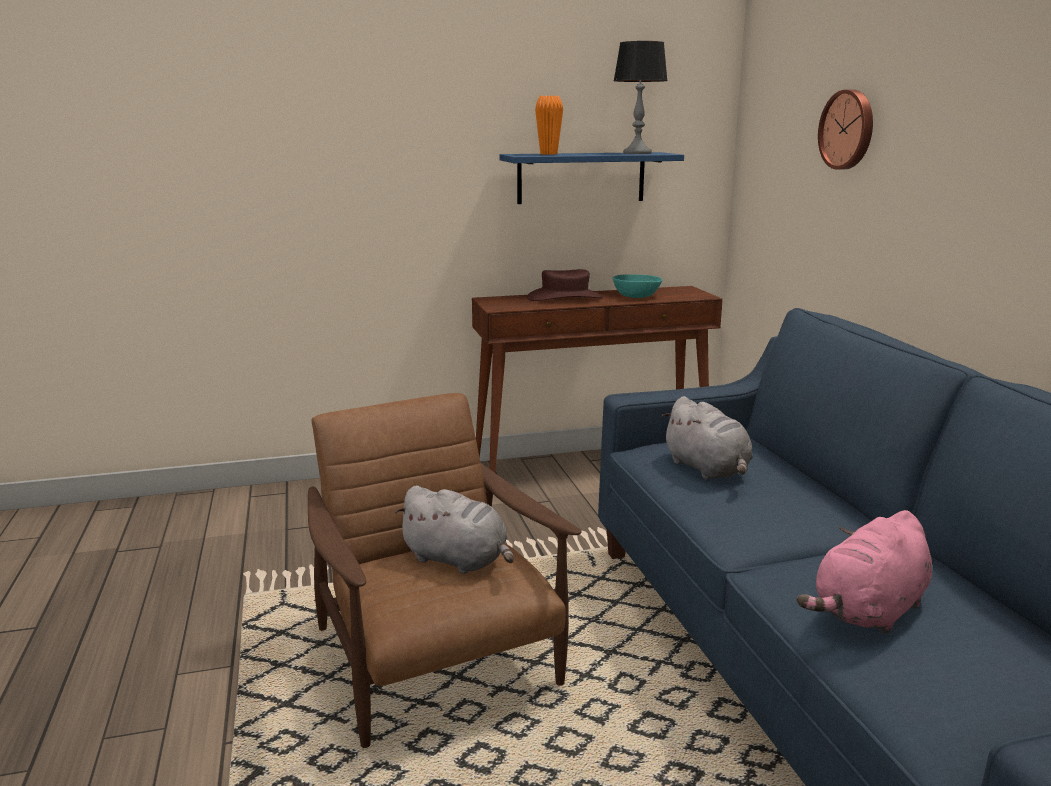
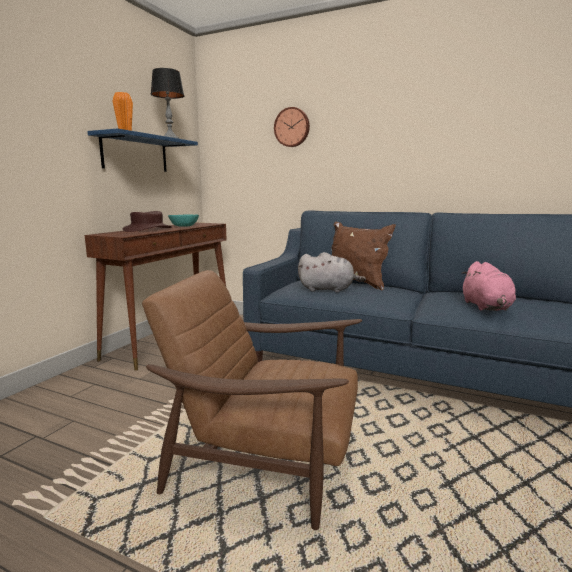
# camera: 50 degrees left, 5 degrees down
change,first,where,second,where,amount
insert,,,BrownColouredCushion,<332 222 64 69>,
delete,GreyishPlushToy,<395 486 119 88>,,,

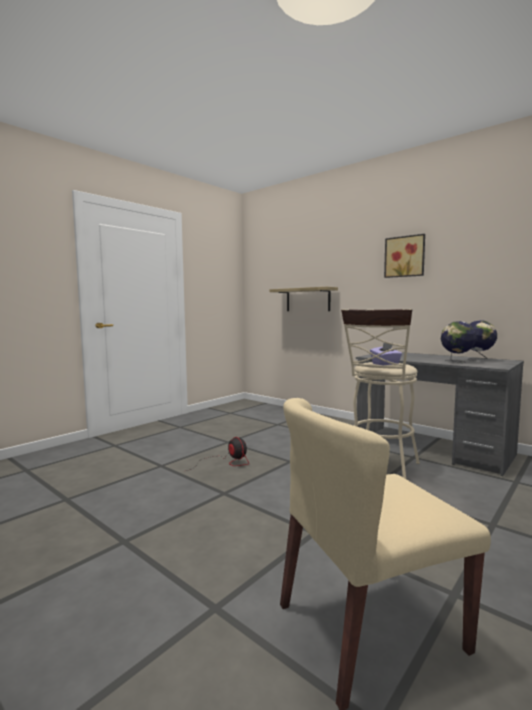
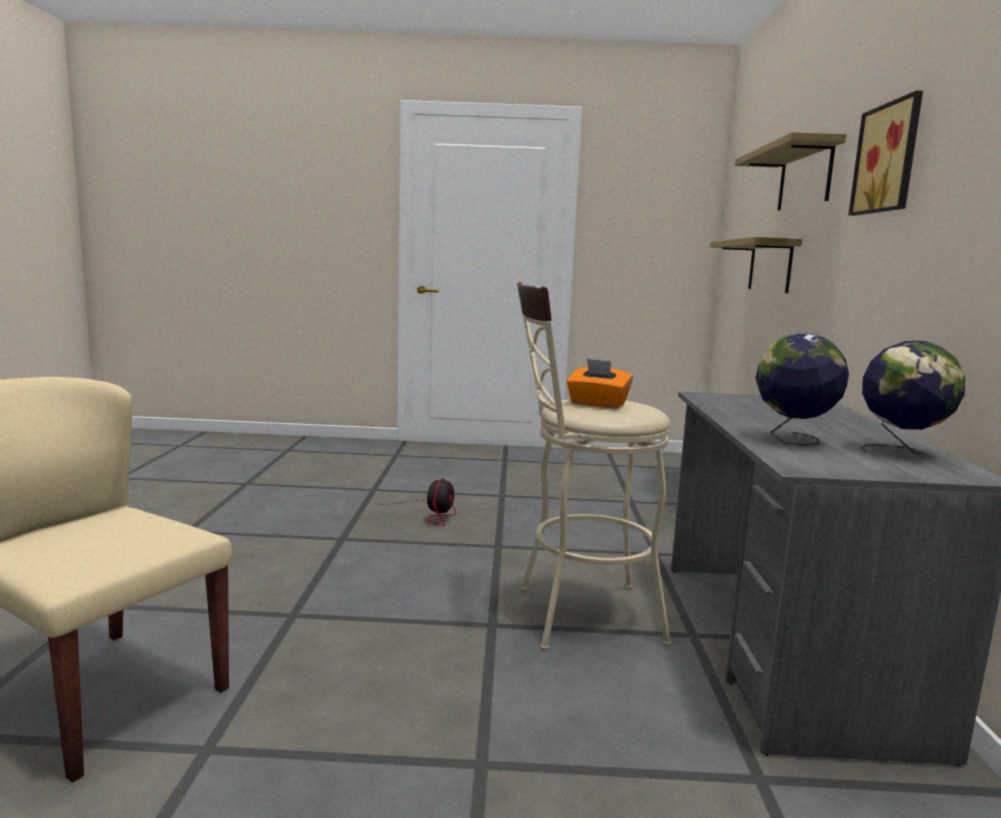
# camera: 50 degrees right, 5 degrees up
change,first,where,second,where,amount
recolor,PurplishBoxOfTissues,<370 343 32 22>,OrangeyBoxOfTissues,<566 359 67 50>,
insert,,,WallShelf,<735 132 111 79>,

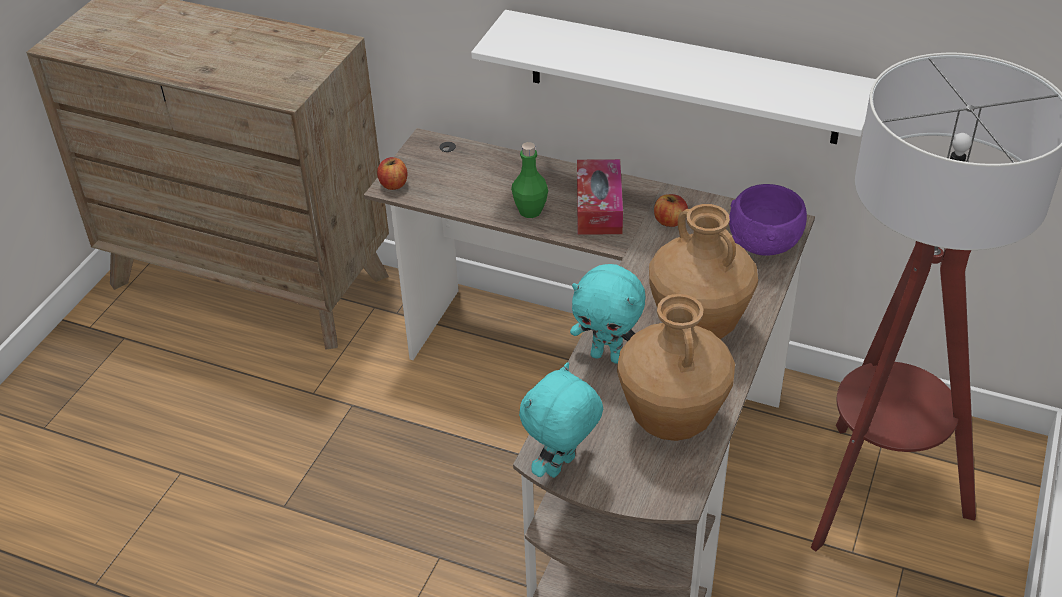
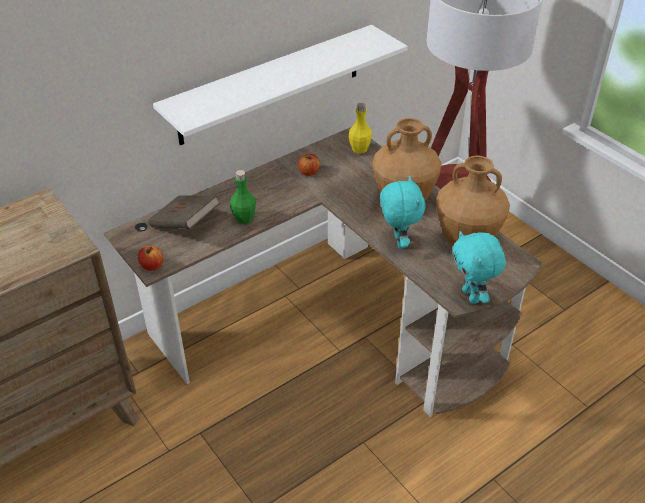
# camera: 60 degrees left, 0 degrees up
change,first,where,second,where,amount
insert,,,BrownColouredBoundBook,<148 195 72 34>,
replace,PurplishServingBowl,<729 184 78 72>,YellowColouredBottle,<349 103 23 51>,
rotate,TurquoisePlushToy,<570 264 75 100>,,<380 176 46 73>,60 degrees counterclockwise
delete,BoxOfTissues,<577 159 46 76>,,,

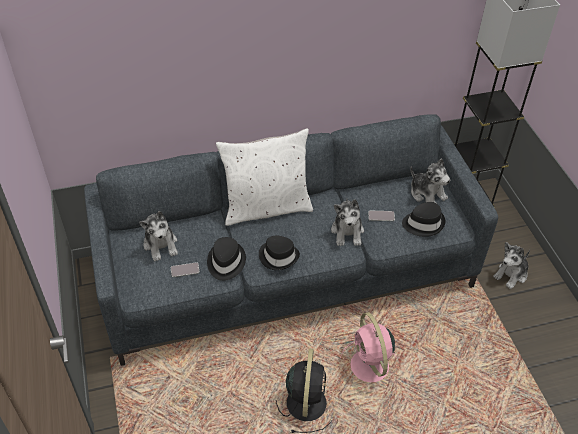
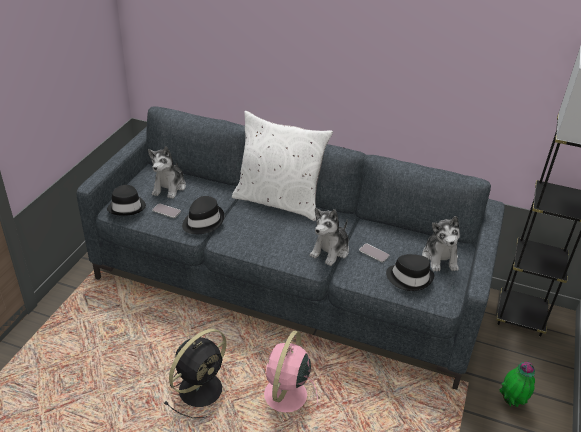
# camera: 35 degrees right, 10 degrees down
change,first,where,second,where,amount
move,BlackColouredWearableHat,<259 236 41 34>,,<107 185 39 31>,
replace,PlushToy,<493 242 37 47>,Houseplant,<500 361 35 46>,

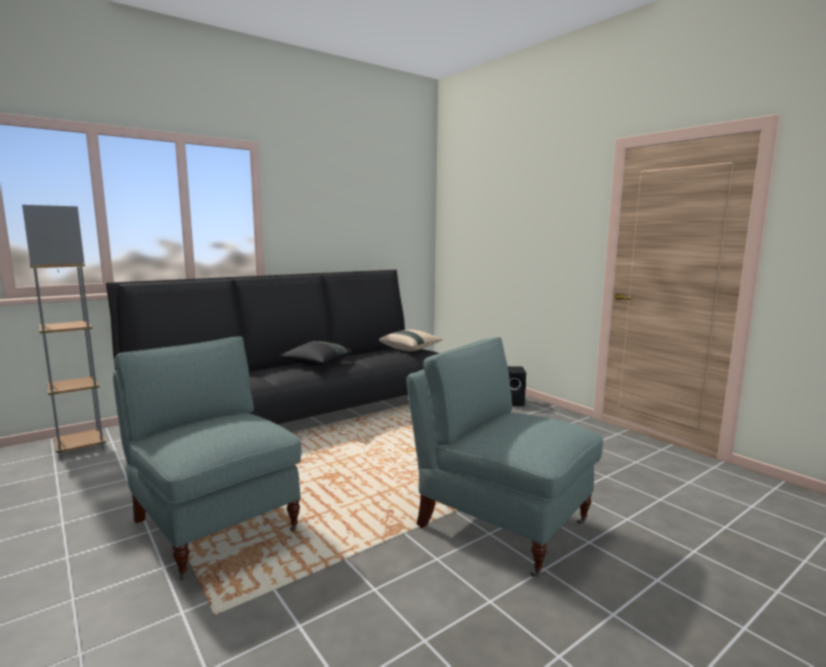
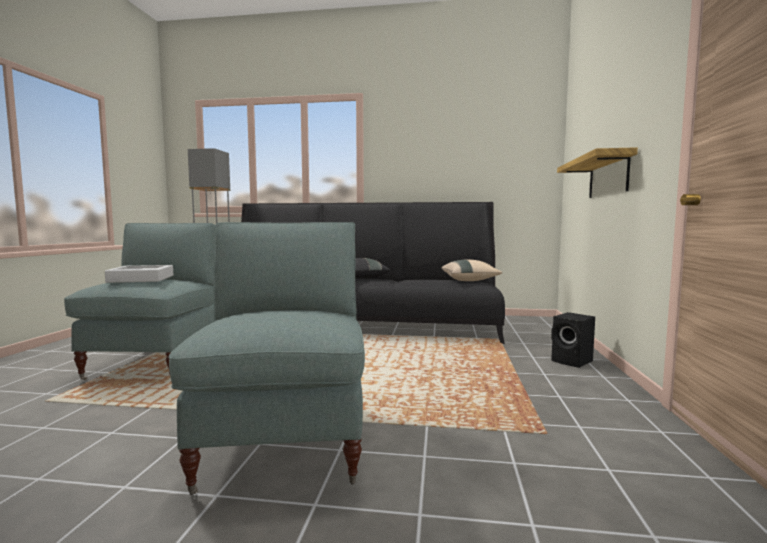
# camera: 45 degrees right, 5 degrees down
change,first,where,second,where,amount
insert,,,GreyishServingTray,<105 265 68 18>,
insert,,,WallShelf,<557 147 81 51>,

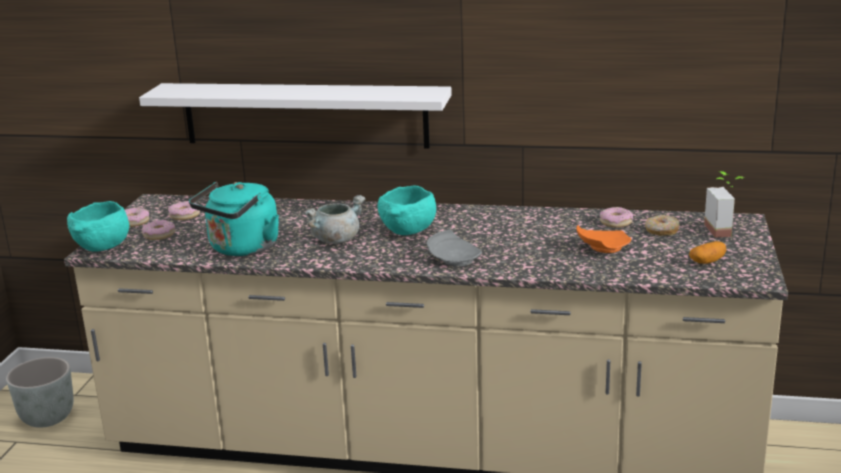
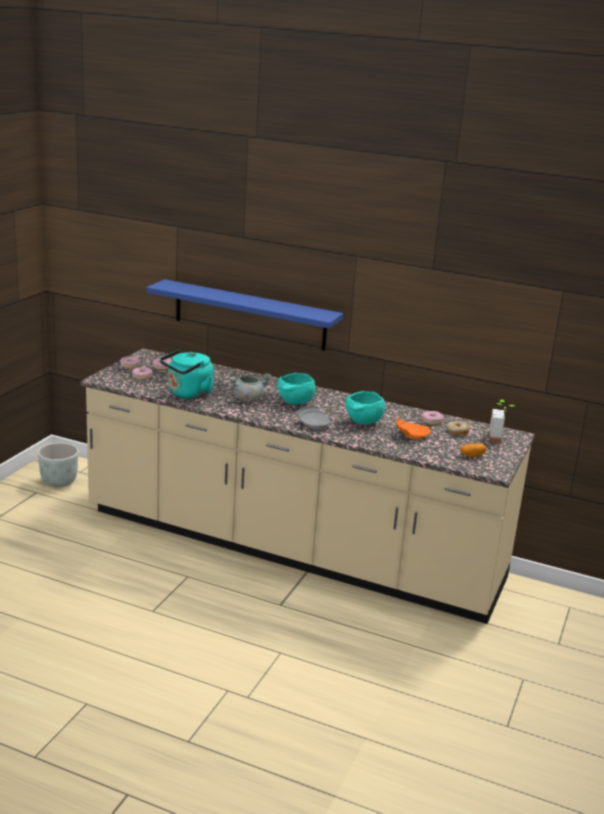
# camera: 10 degrees right, 0 degrees up
change,first,where,second,where,amount
recolor,WhiteWallShelf,<139 83 313 65>,BlueColouredWallShelf,<147 279 196 72>,
move,TurquoiseServingBowl,<67 201 62 51>,,<346 391 39 33>,

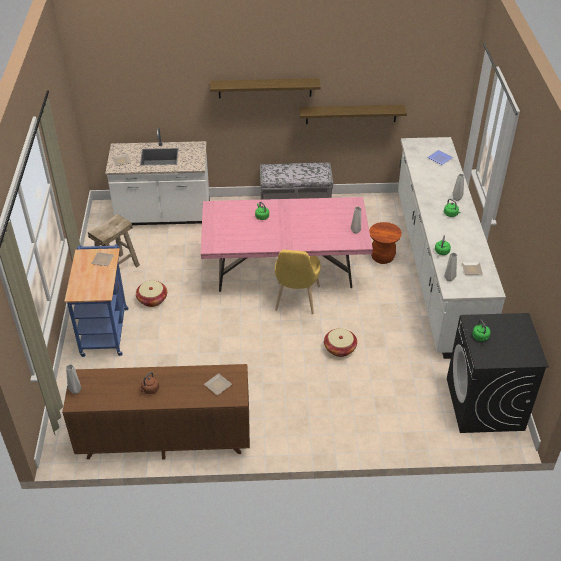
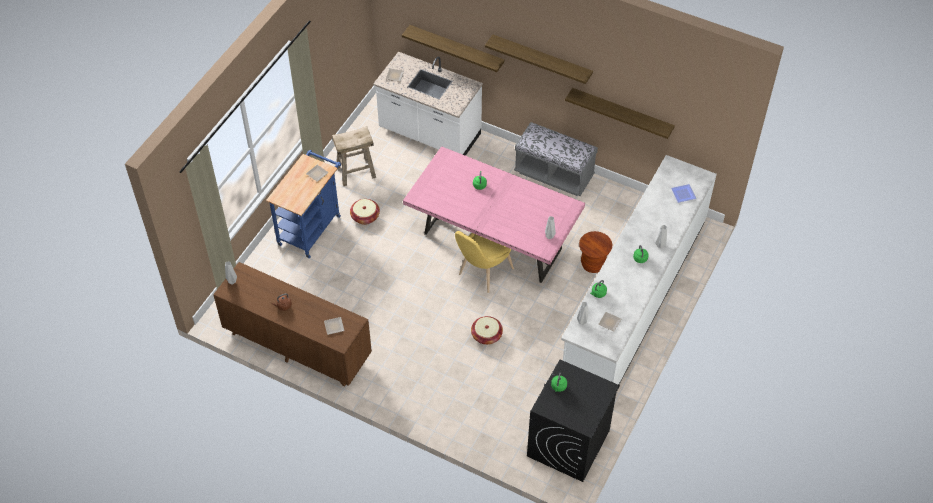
# camera: 30 degrees right, 10 degrees up
change,first,where,second,where,amount
insert,,,WallShelf,<402 25 103 47>,

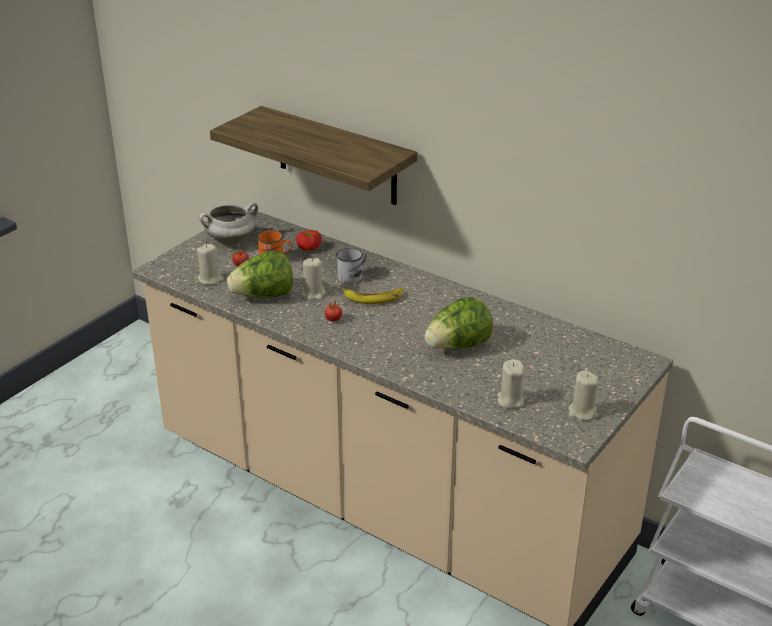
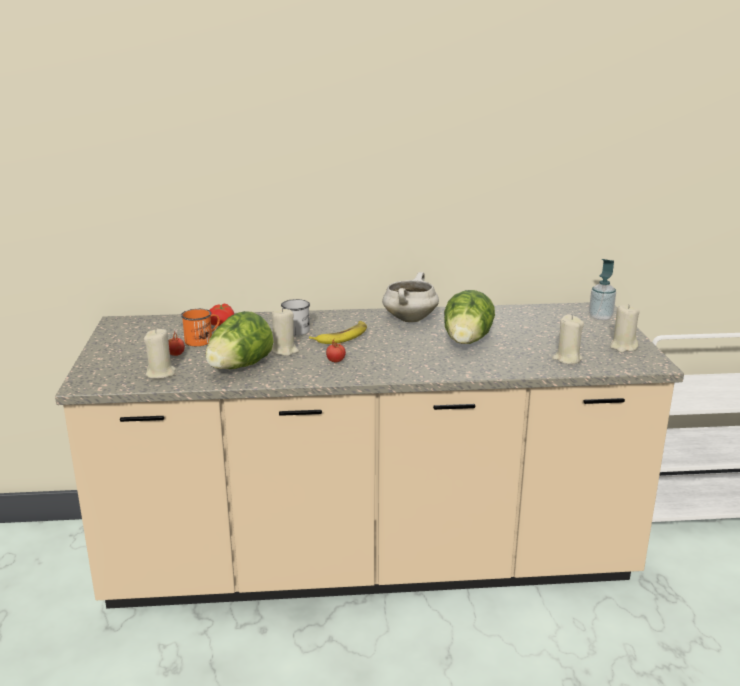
# camera: 40 degrees left, 10 degrees down
change,first,where,second,where,amount
move,WhiteStockpot,<199 202 59 44>,,<382 272 57 50>,
insert,,,SoapDispenser,<589 259 27 61>,
delete,WallShelf,<210 106 207 99>,,,

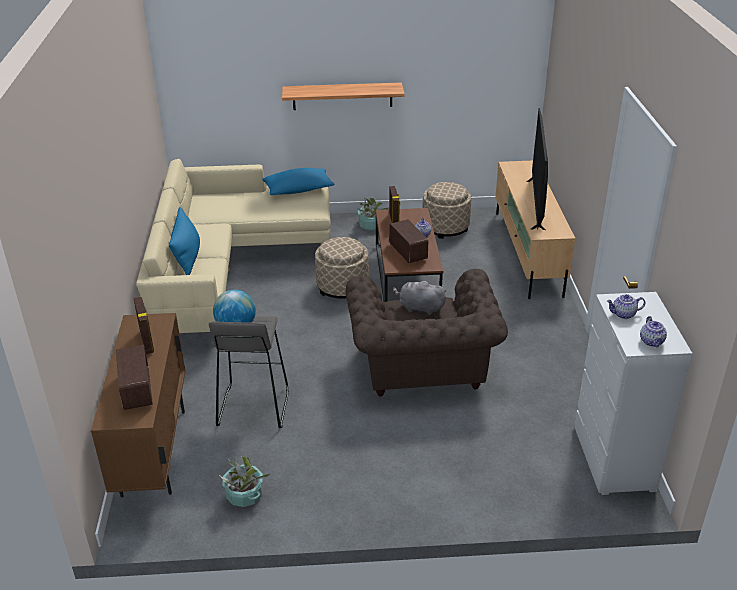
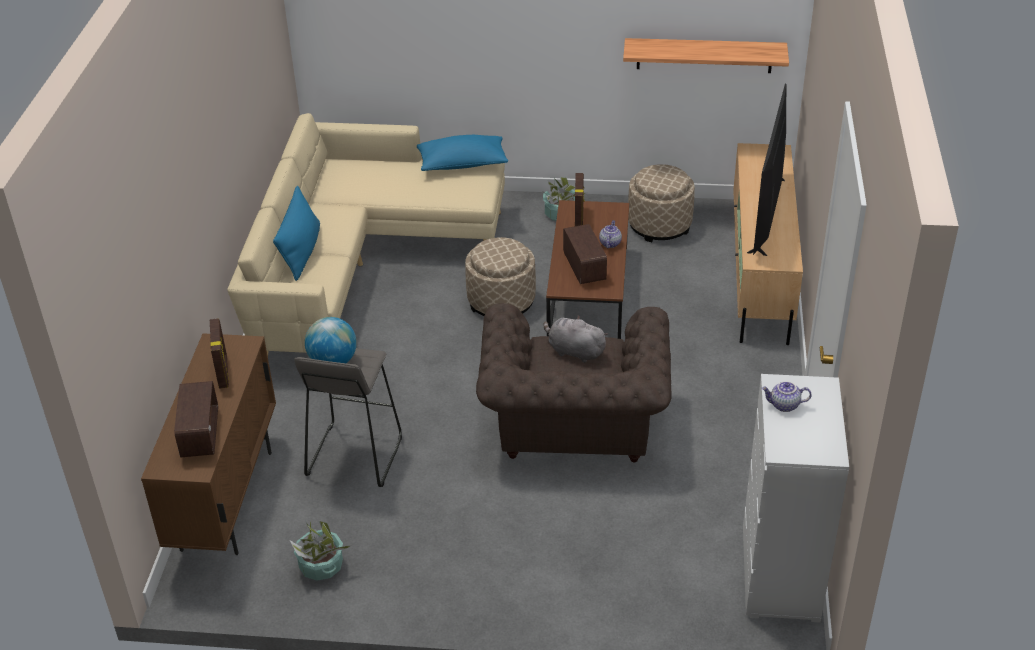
# camera: 10 degrees right, 5 degrees up
change,first,where,second,where,amount
move,WallShelf,<282 82 123 28>,,<623 38 166 35>,
delete,TeaPot,<640 316 27 31>,,,

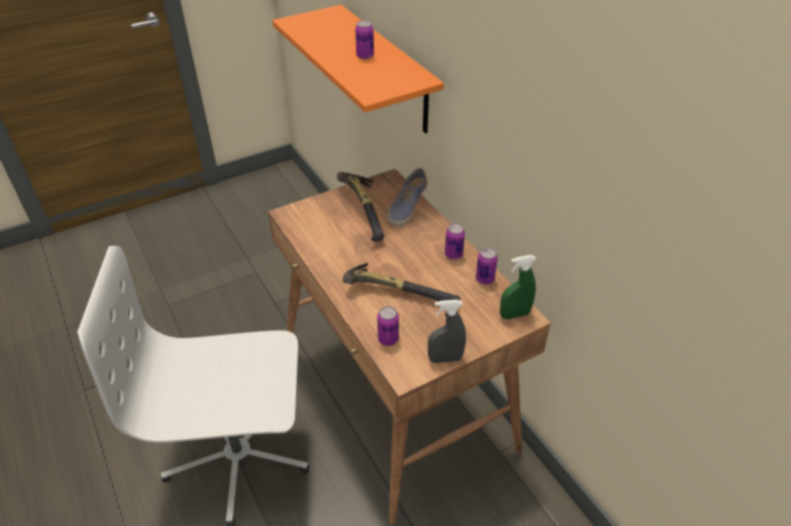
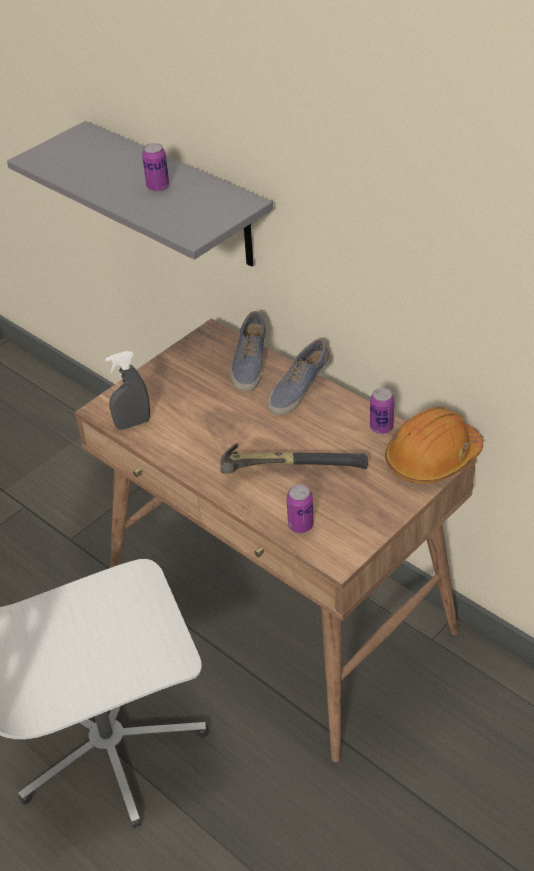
# camera: 15 degrees left, 0 degrees up
change,first,where,second,where,amount
recolor,OrangeyWallShelf,<272 5 172 129>,GreyishWallShelf,<7 121 266 146>,
move,GreyishHandSprayer,<428 300 38 63>,,<105 351 45 79>,
insert,,,LowShoe,<268 339 63 76>,
replace,GreenishHandSprayer,<500 255 36 64>,OrangeyWorkHelmet,<385 407 98 76>,
delete,ToolHammer,<337 172 47 70>,,,
delete,SealedCan,<445 223 20 37>,,,

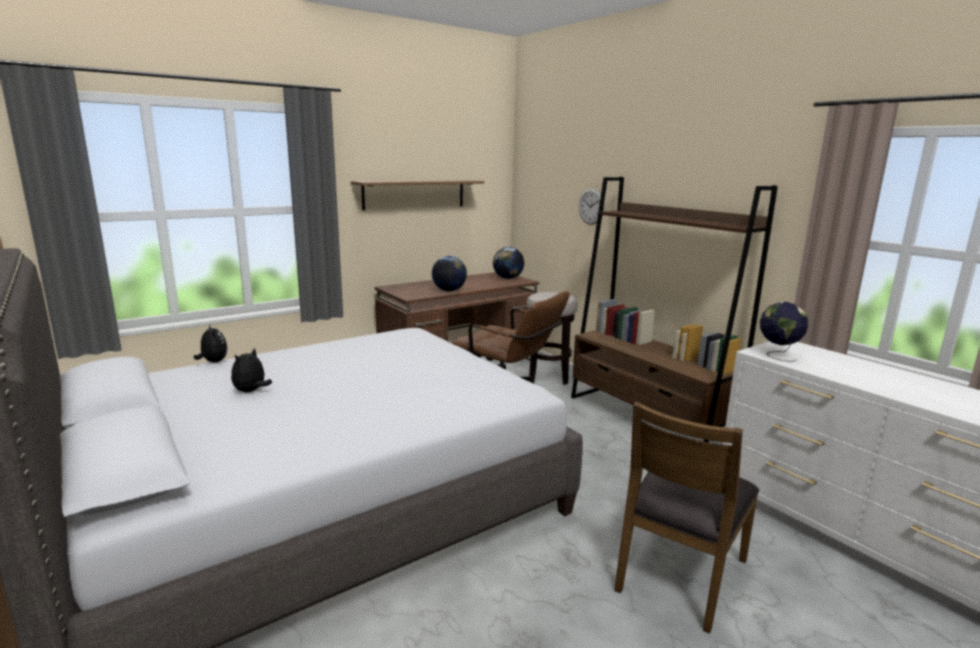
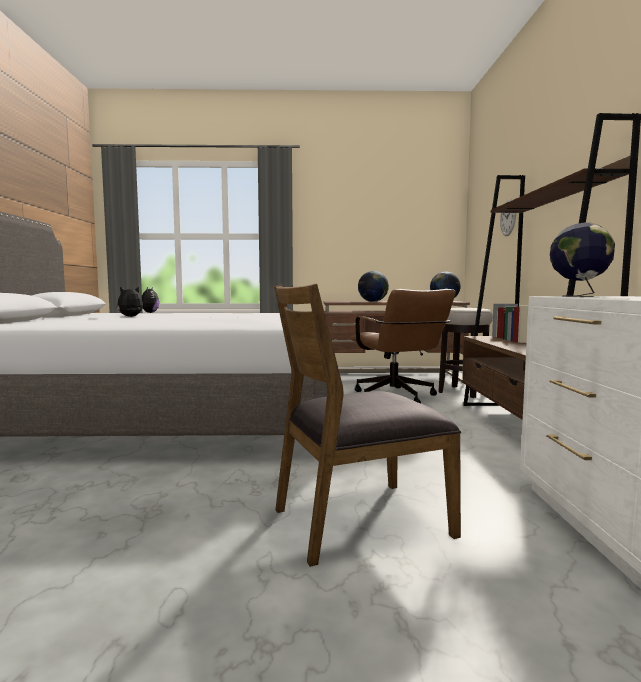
# camera: 35 degrees right, 10 degrees down
change,first,where,second,where,amount
delete,WallShelf,<351 180 133 31>,,,

